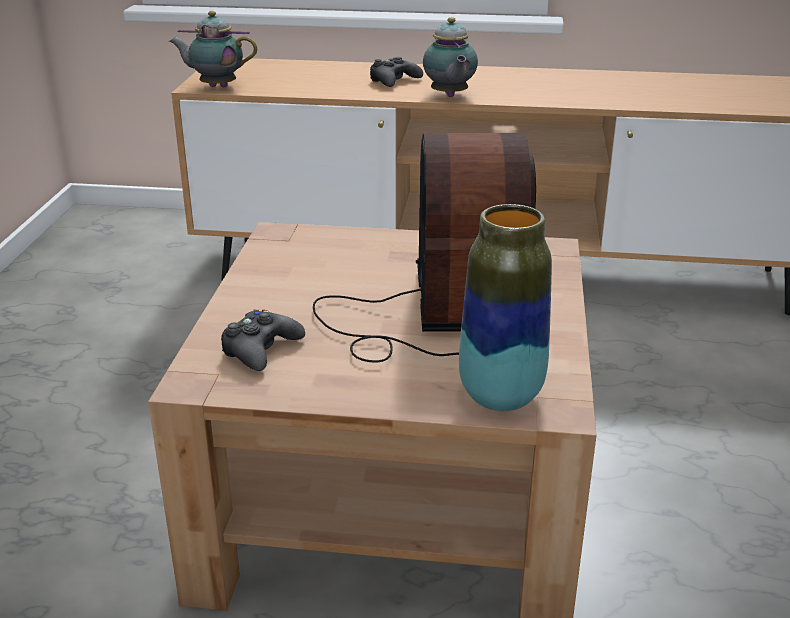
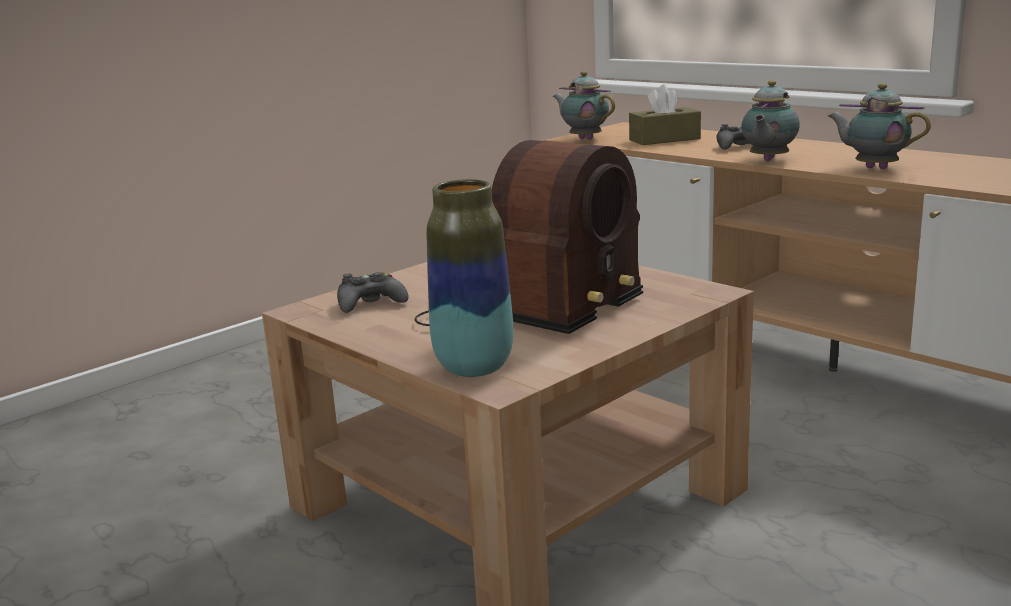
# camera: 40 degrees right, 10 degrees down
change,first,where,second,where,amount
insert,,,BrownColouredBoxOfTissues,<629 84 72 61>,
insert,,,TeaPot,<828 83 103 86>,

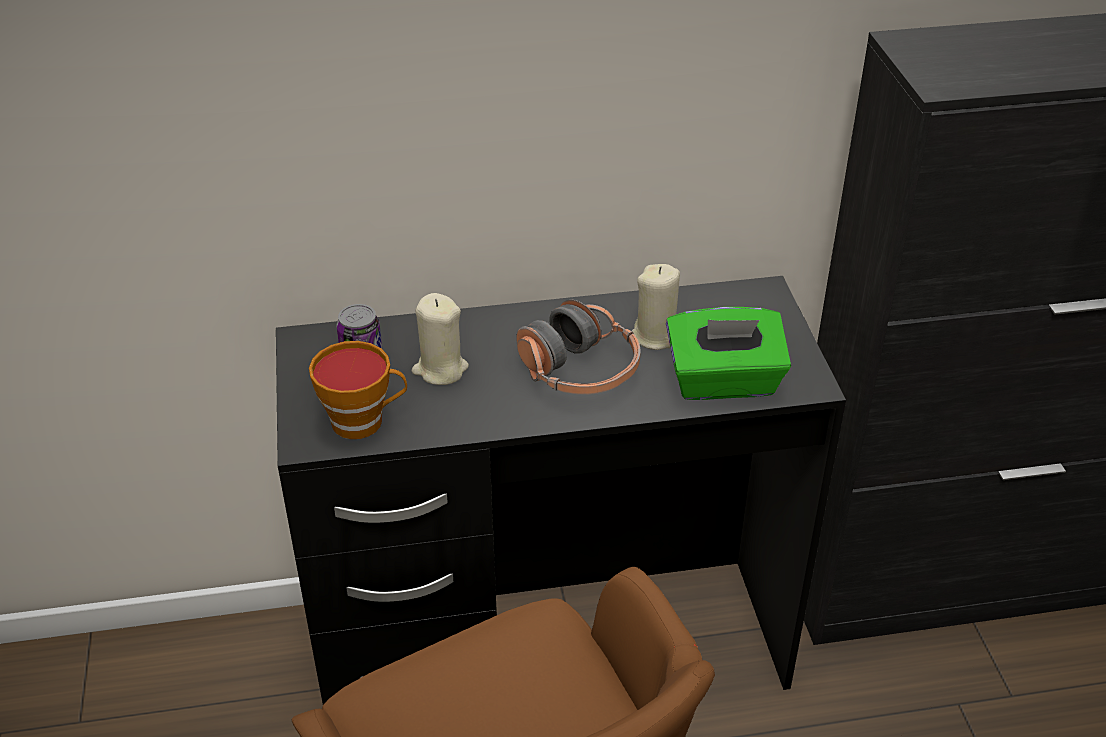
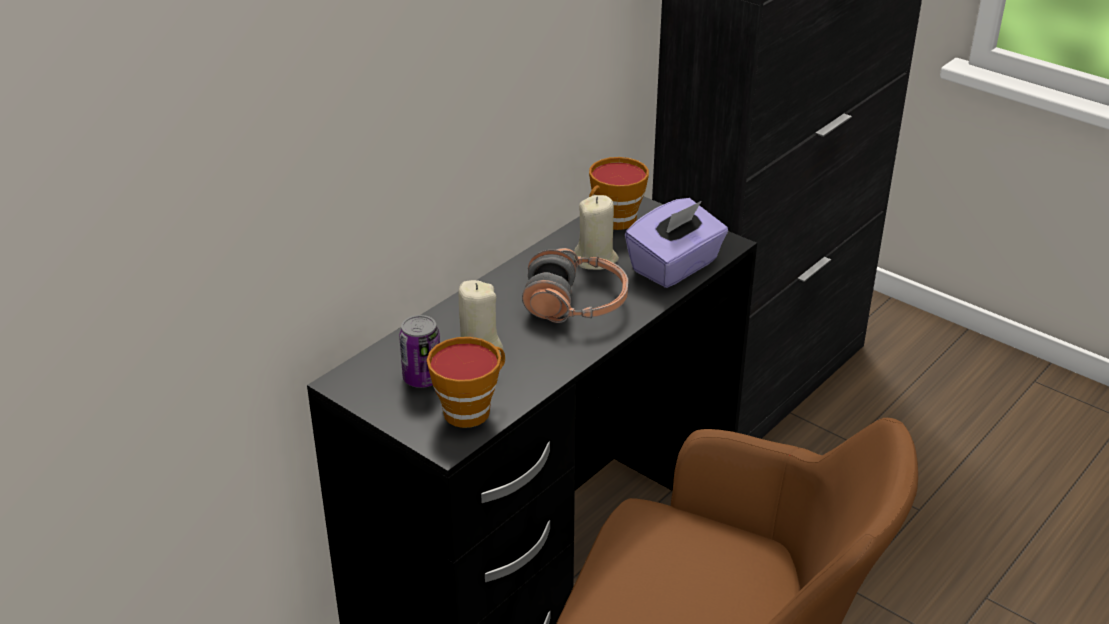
# camera: 40 degrees left, 5 degrees down
change,first,where,second,where,amount
insert,,,DrinkingCup,<589 157 60 73>,
recolor,GreenishBoxOfTissues,<666 307 125 93>,PurplishBoxOfTissues,<625 198 103 90>,

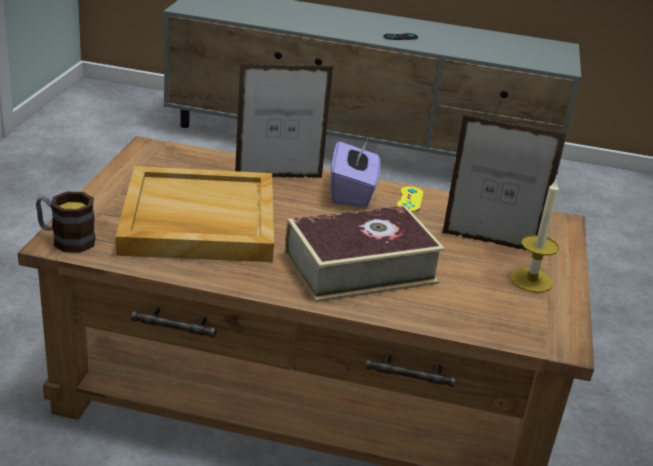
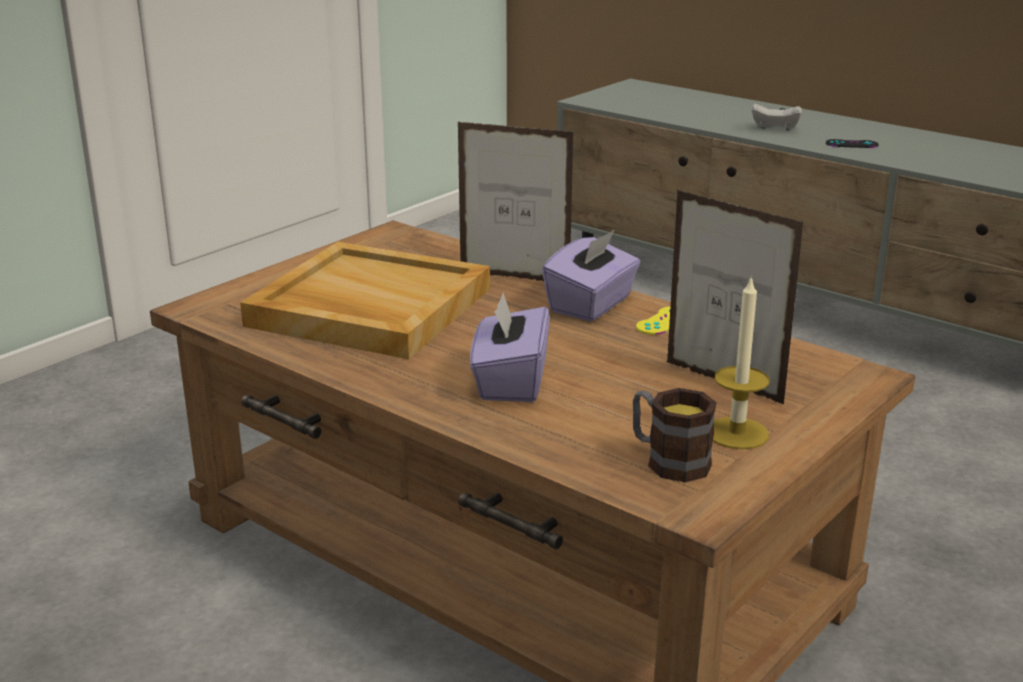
# camera: 30 degrees right, 5 degrees down
change,first,where,second,where,amount
replace,BoundBook,<285 205 160 97>,PurplishBoxOfTissues,<470 293 80 109>,
move,TeaMug,<36 192 60 61>,,<633 388 84 94>,
insert,,,WhiteGameController,<751 104 51 26>,

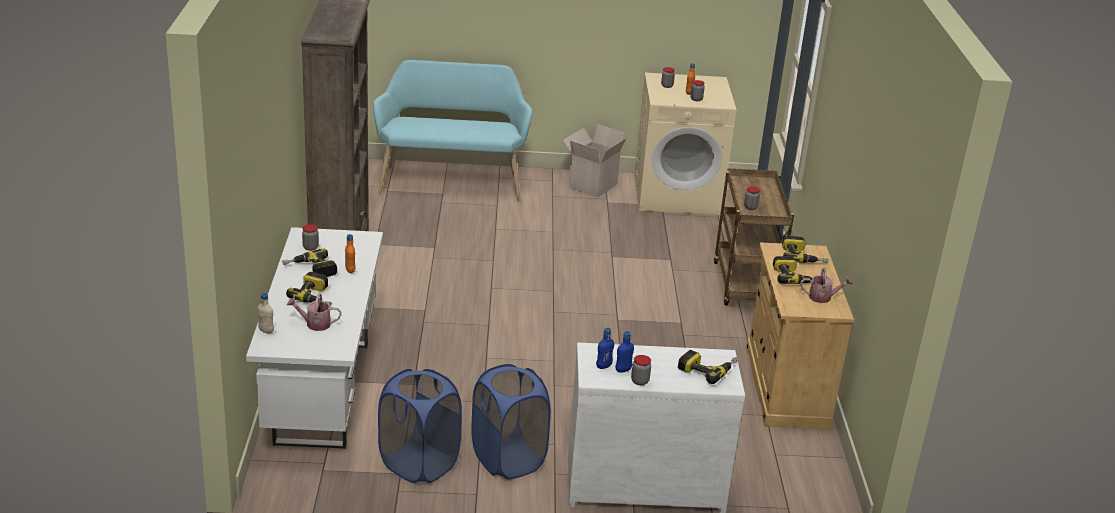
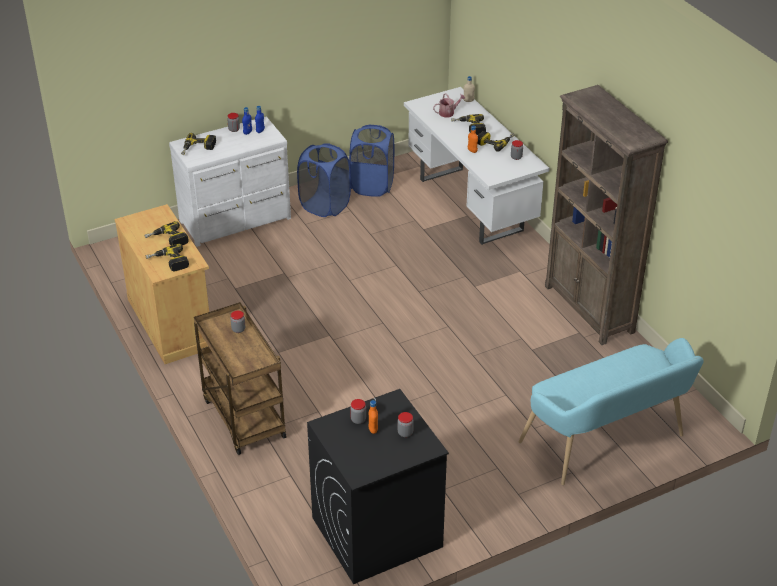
# camera: 155 degrees right, 10 degrees up
change,first,where,second,where,amount
recolor,BeigeLaundryMachine,<635 72 101 143>,BlackColouredLaundryMachine,<307 389 142 195>,
delete,PackingBox,<563 124 63 74>,,,
delete,WateringCan,<800 268 53 35>,,,

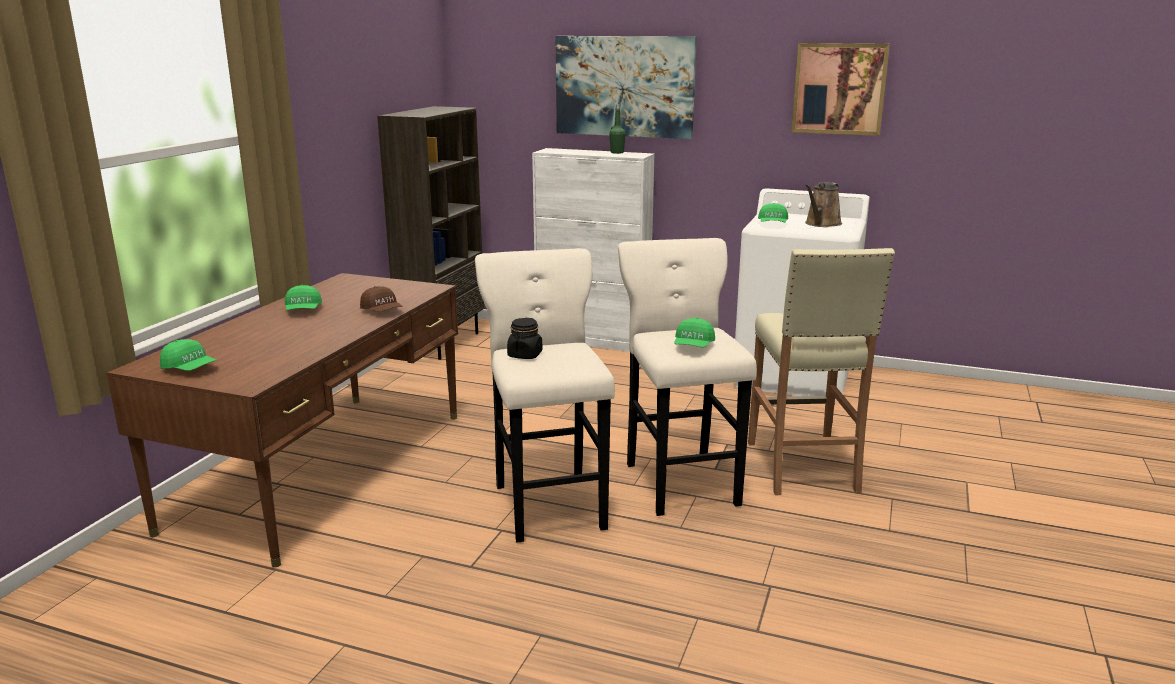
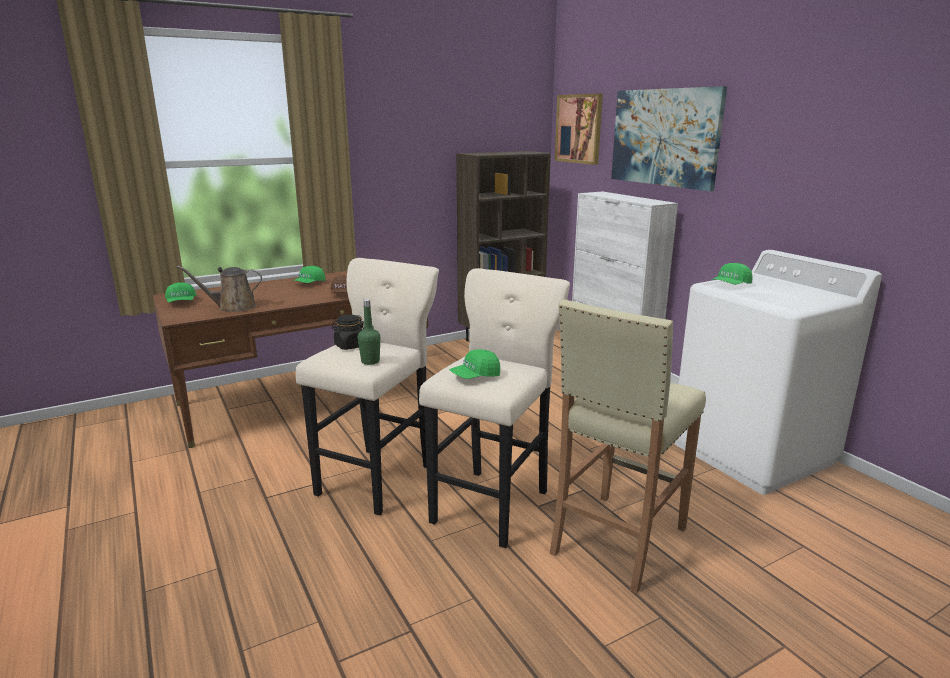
# camera: 40 degrees right, 0 degrees up
change,first,where,second,where,amount
move,BrownColouredWateringCan,<805 182 37 45>,,<177 266 85 46>,
move,GreenishBottle,<609 104 17 50>,,<358 299 22 66>,
move,WallPicture,<791 43 99 93>,,<555 94 48 71>,

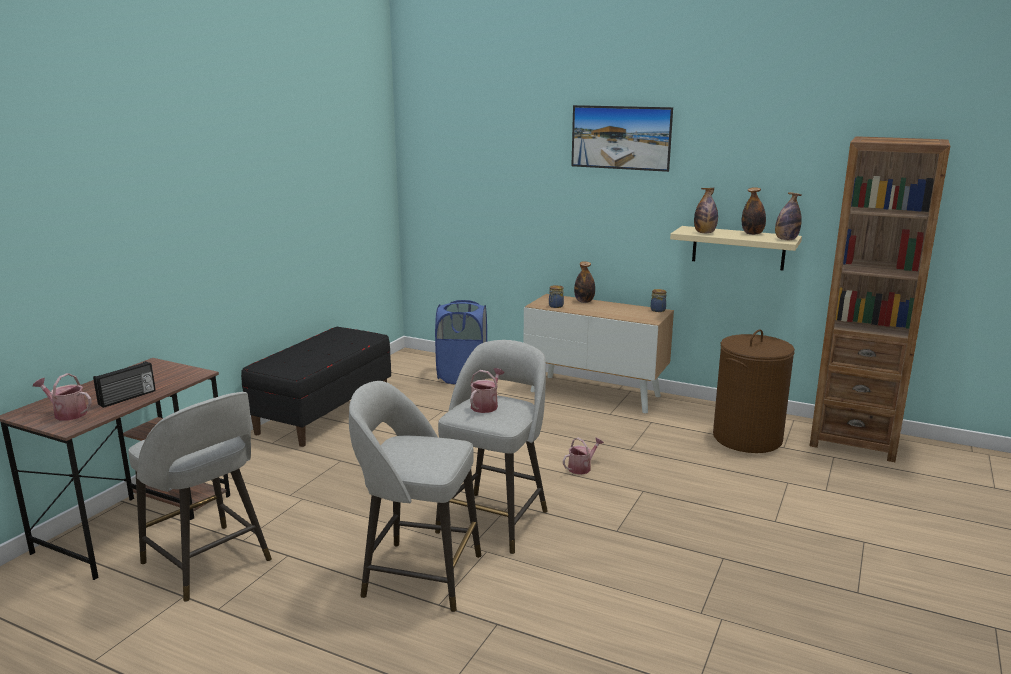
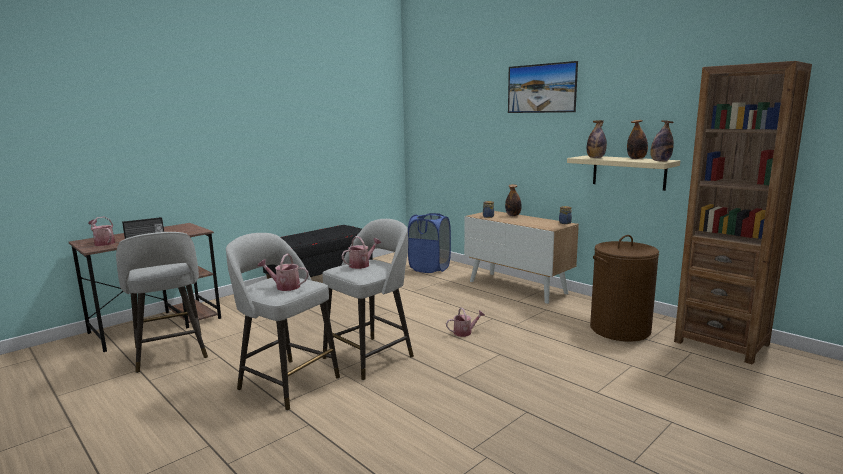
# camera: 20 degrees right, 5 degrees down
change,first,where,second,where,amount
insert,,,WateringCan,<258 254 51 37>,

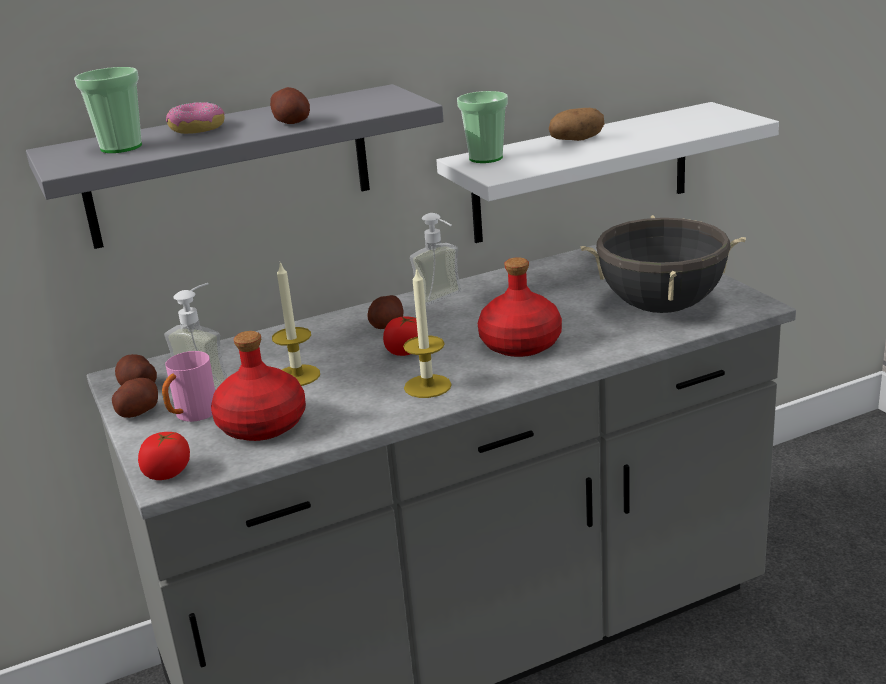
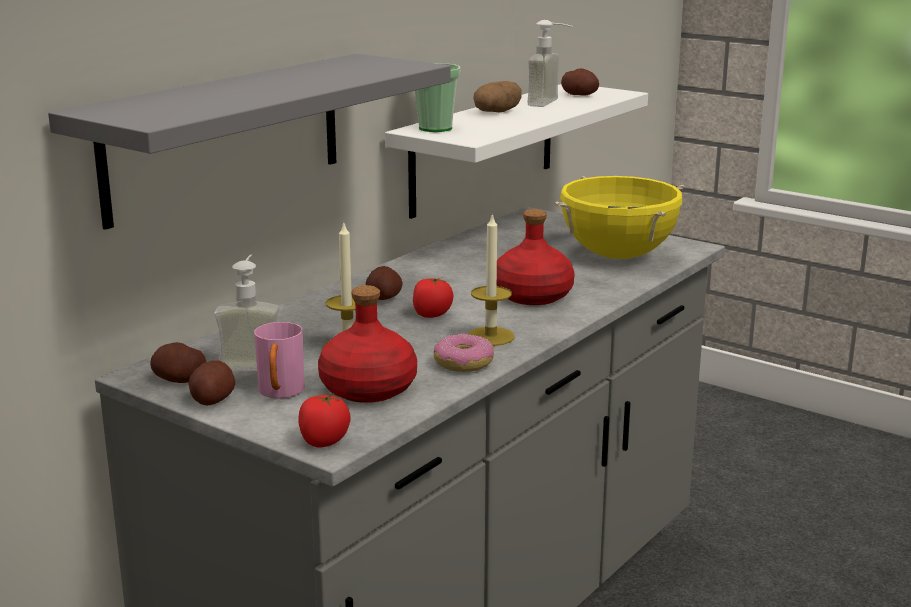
# camera: 30 degrees left, 5 degrees down
change,first,where,second,where,amount
move,RingDoughnut,<166 102 59 32>,,<433 334 61 38>,
move,SoapDispenser,<410 213 51 93>,,<527 20 45 87>,
recolor,BlackColouredStockpot,<580 215 166 98>,YellowColouredStockpot,<555 176 129 83>,
move,WholePotato,<270 87 40 37>,,<561 68 38 28>,
delete,DrinkingCup,<74 67 68 86>,,,

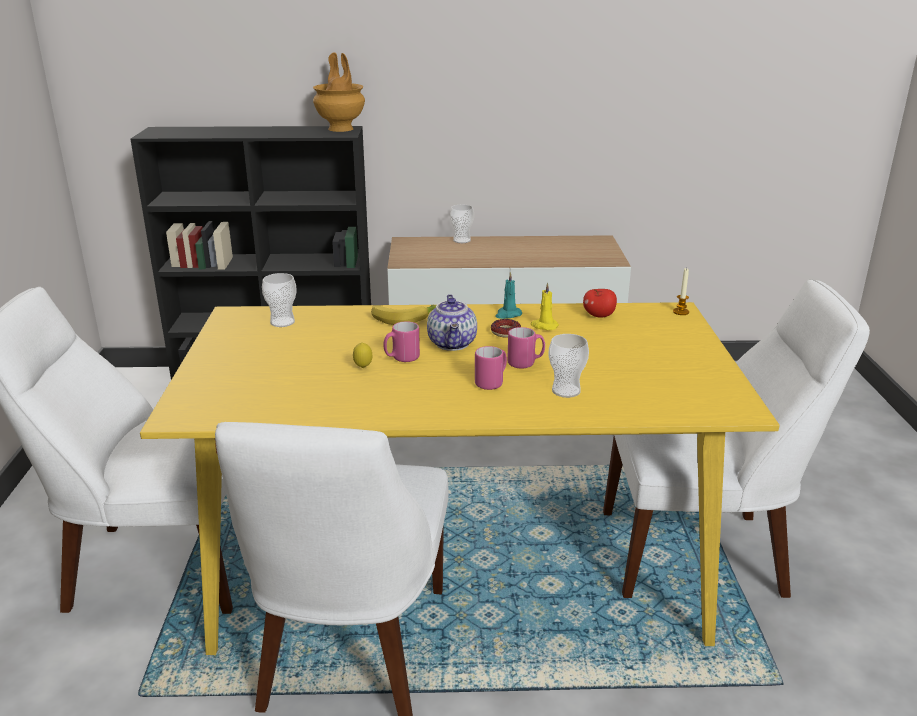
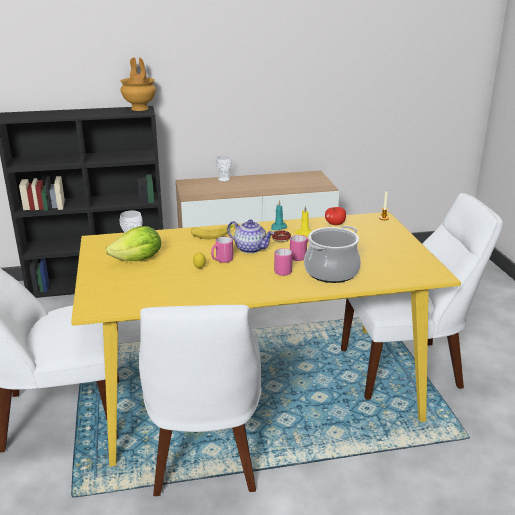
# camera: 10 degrees left, 0 degrees up
change,first,where,second,where,amount
insert,,,LettuceHead,<106 226 55 35>,
rotate,TeaPot,<427 294 50 57>,,<227 220 47 34>,45 degrees counterclockwise
replace,DrinkingCup,<548 334 41 64>,Stockpot,<304 226 57 57>,

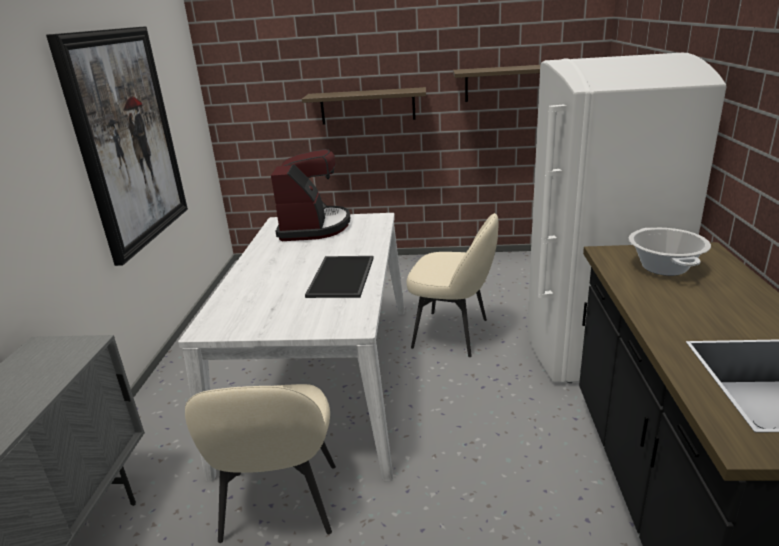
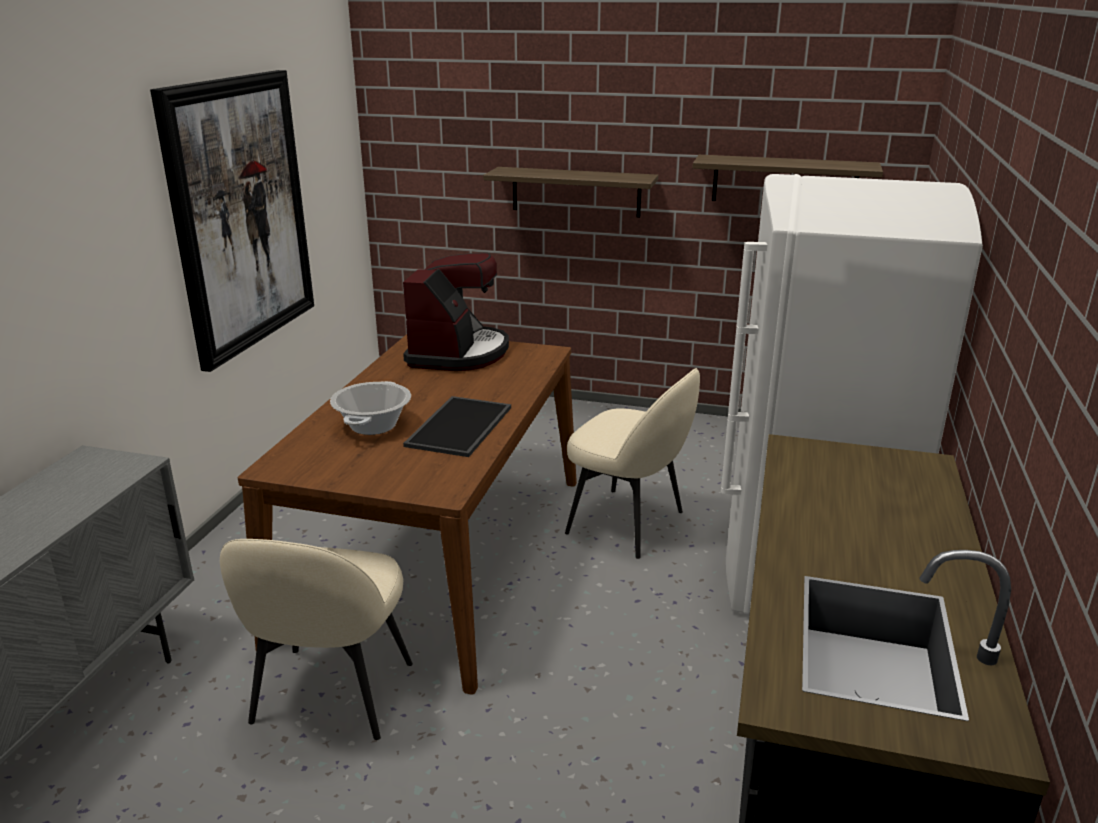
# camera: 10 degrees right, 0 degrees up
change,first,where,second,where,amount
recolor,WhiteDiningTable,<178 213 227 268>,BrownColouredDiningTable,<238 334 339 360>,
move,Stockpot,<628 228 83 48>,,<330 381 81 54>,

